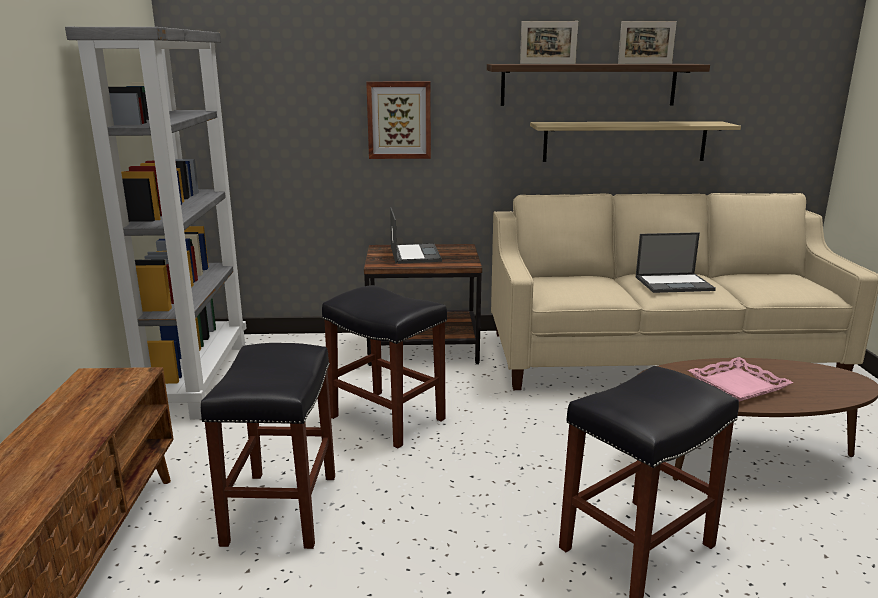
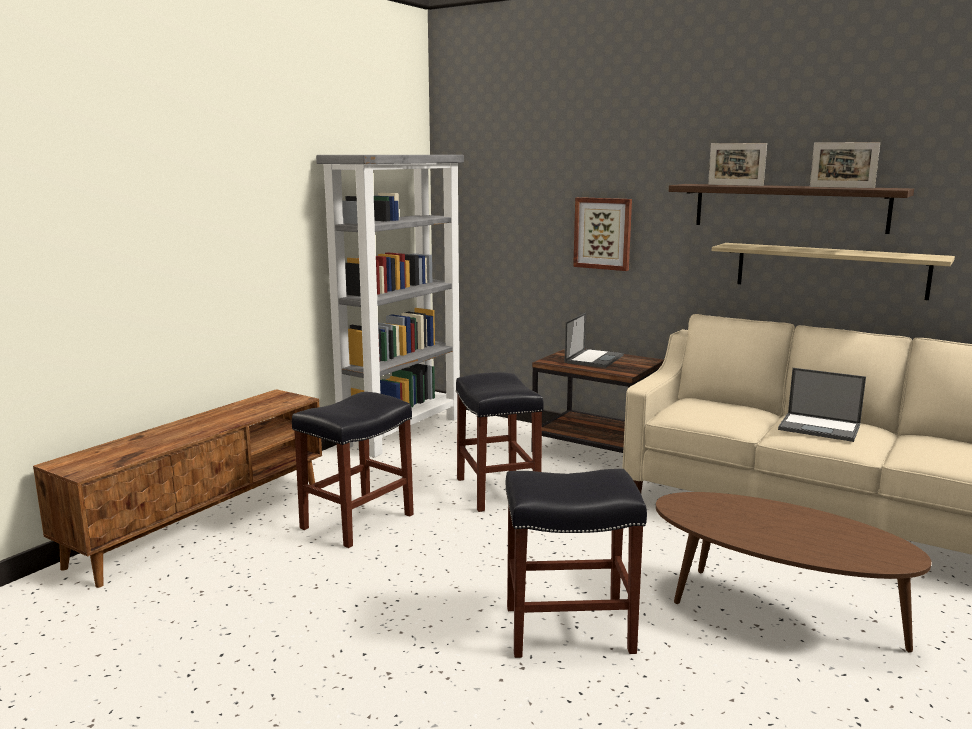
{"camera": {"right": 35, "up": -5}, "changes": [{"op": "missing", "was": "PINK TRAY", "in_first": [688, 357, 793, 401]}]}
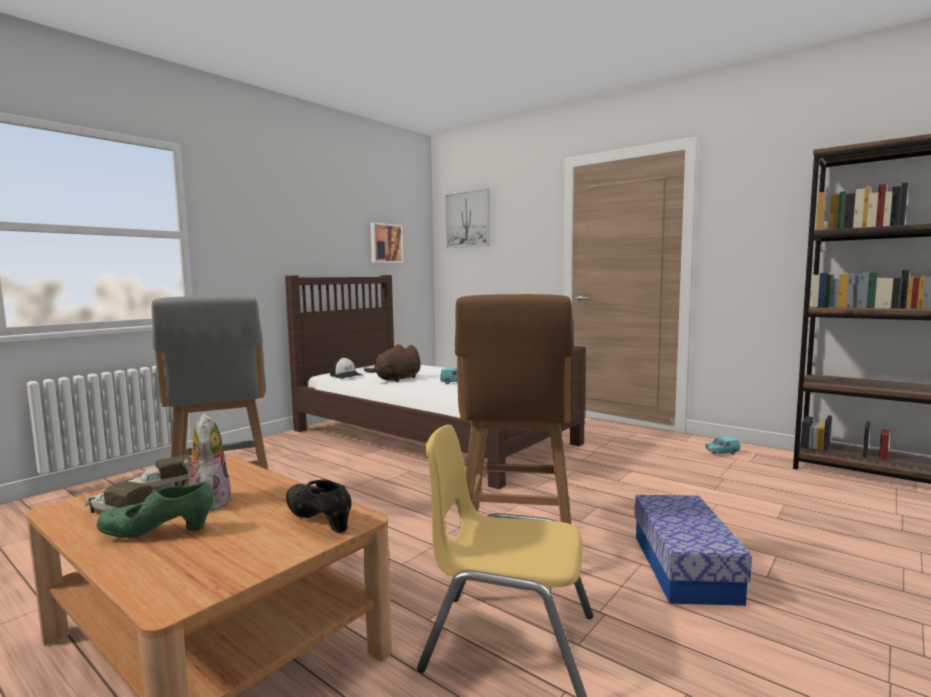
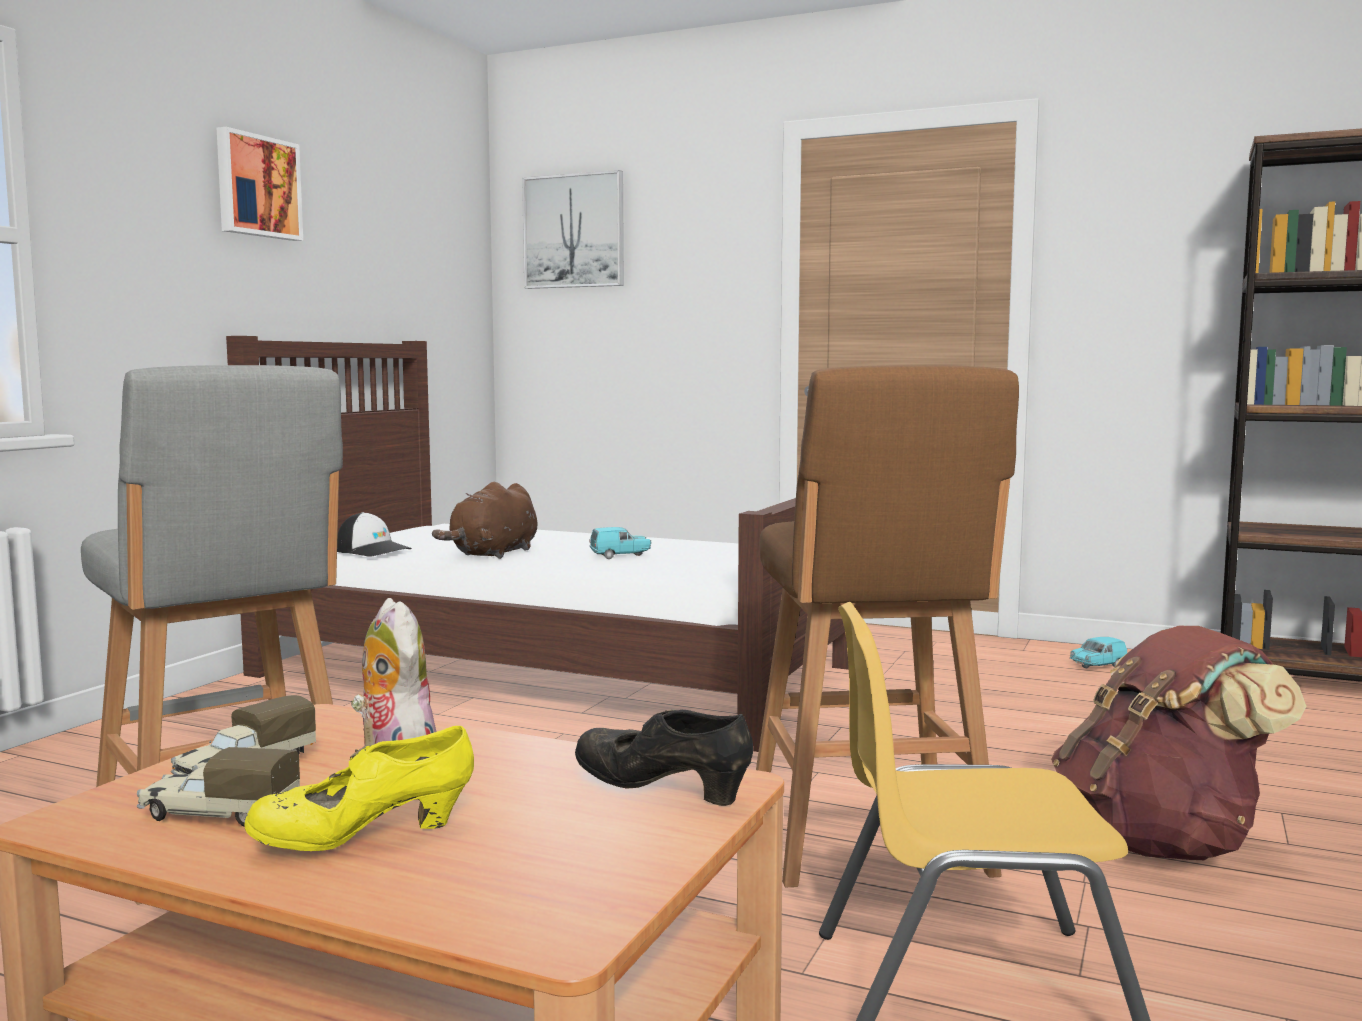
{"camera": {"right": -15, "up": 0}, "changes": [{"op": "relocated", "was": "PICTURE", "in_first": [370, 222, 403, 263], "in_second": [217, 127, 303, 241]}, {"op": "exchanged", "was": "STORAGE BOX", "now": "BROWN BACKPACK", "in_first": [634, 495, 752, 606], "in_second": [1051, 626, 1306, 860]}, {"op": "colour", "was": "GREEN SHOE", "now": "YELLOW SHOE", "in_first": [96, 481, 213, 538], "in_second": [244, 726, 474, 851]}]}
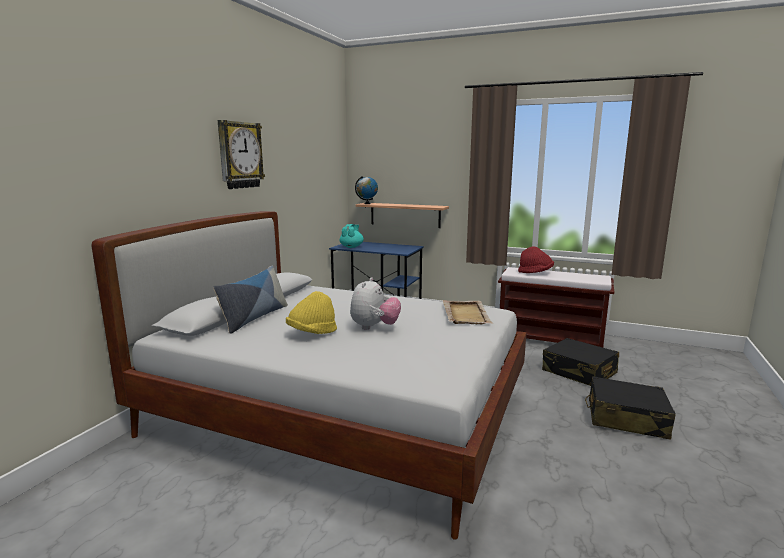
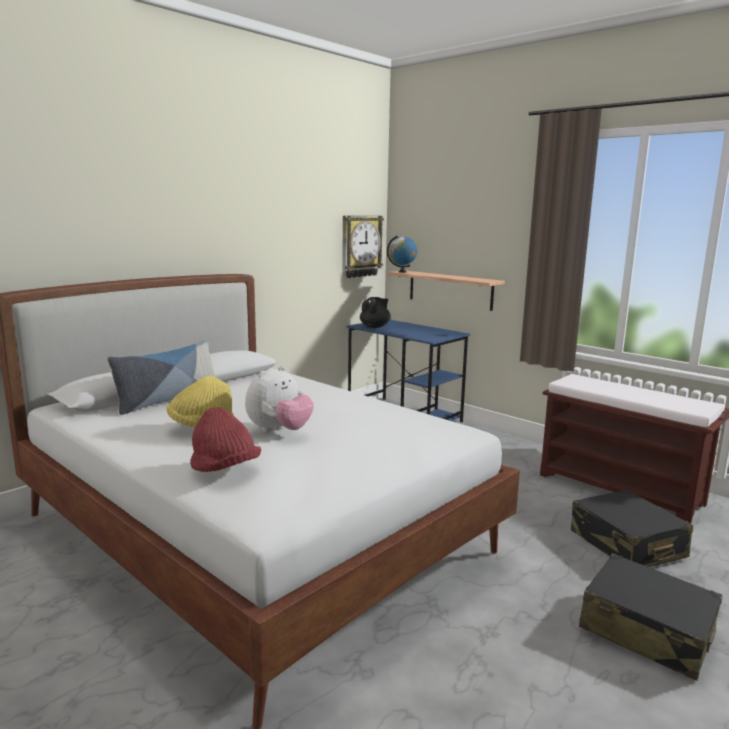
{"camera": {"right": 20, "up": 0}, "changes": [{"op": "missing", "was": "BEIGE TRAY", "in_first": [443, 300, 492, 324]}, {"op": "relocated", "was": "WALL CLOCK", "in_first": [218, 120, 265, 189], "in_second": [342, 216, 384, 278]}, {"op": "relocated", "was": "RED HAT", "in_first": [518, 246, 554, 273], "in_second": [190, 407, 261, 472]}, {"op": "colour", "was": "TURQUOISE TEAPOT", "now": "BLACK TEAPOT", "in_first": [340, 224, 364, 248], "in_second": [360, 297, 391, 328]}]}
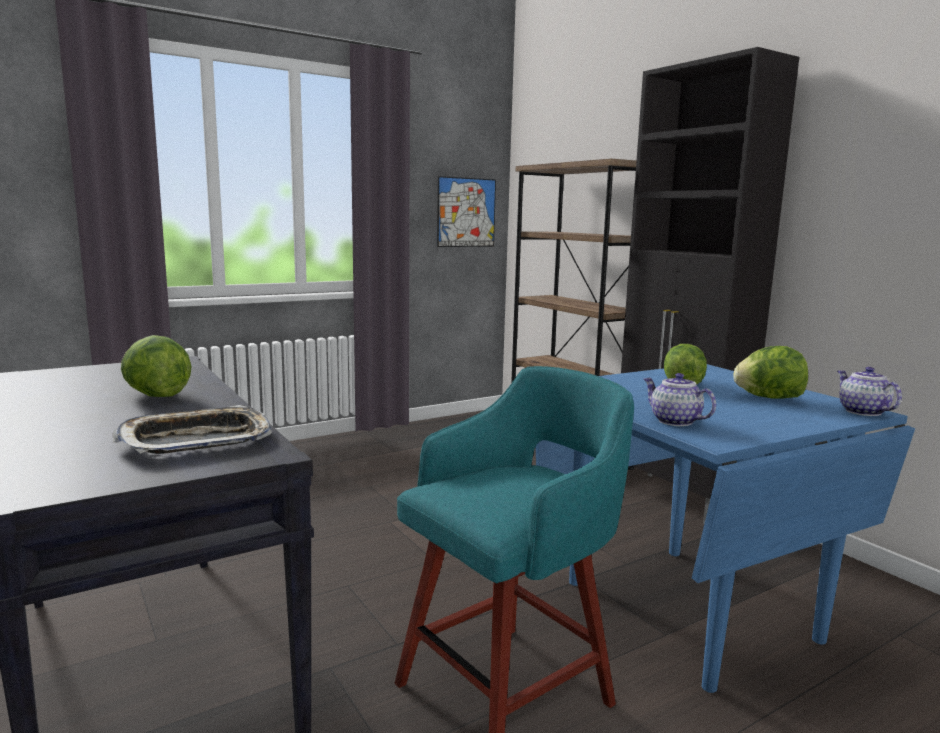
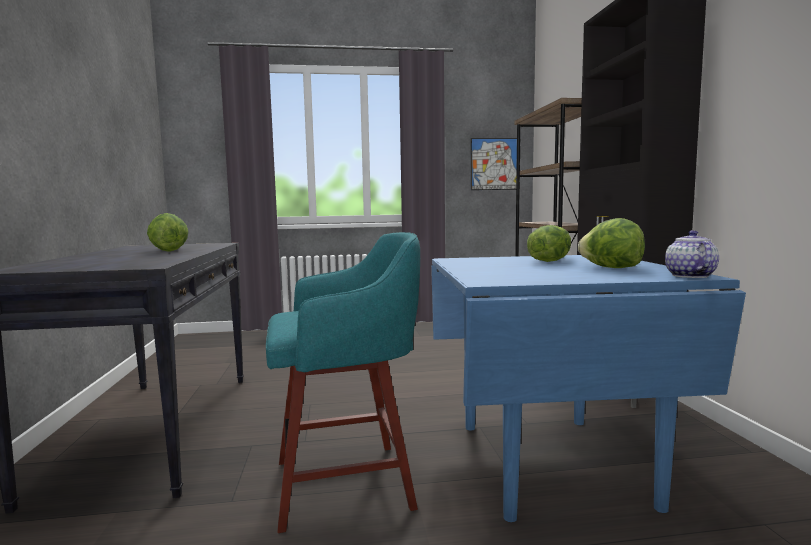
{"camera": {"right": 25, "up": -5}, "changes": [{"op": "missing", "was": "TRAY", "in_first": [113, 405, 272, 454]}, {"op": "missing", "was": "TEAPOT", "in_first": [643, 373, 716, 426]}]}
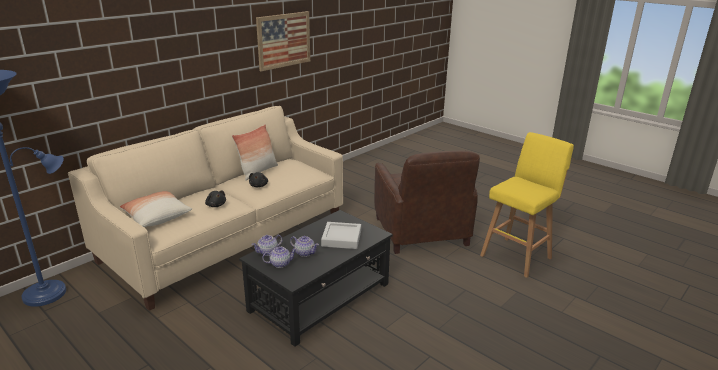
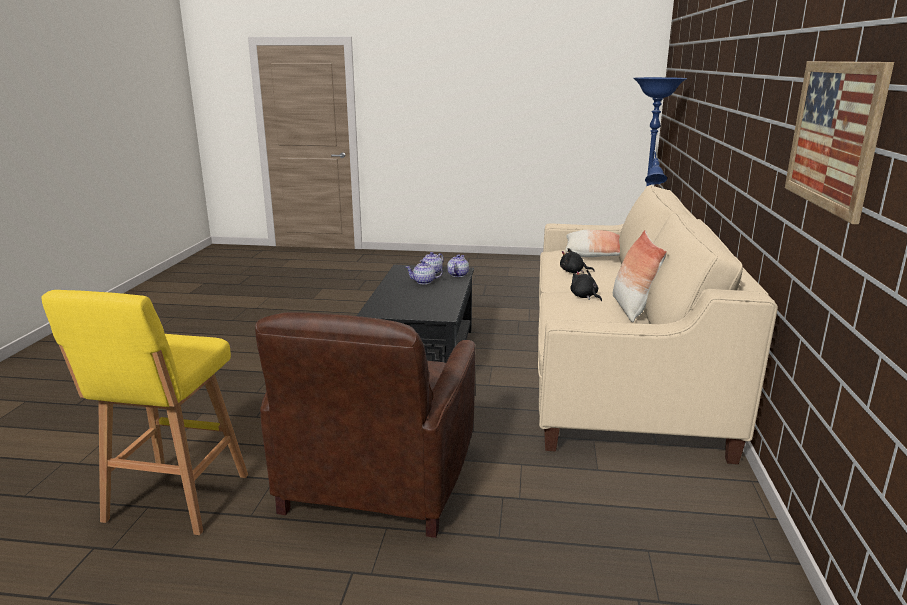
{"camera": {"right": 145, "up": -5}, "changes": [{"op": "missing", "was": "GREY TRAY", "in_first": [321, 222, 361, 249]}, {"op": "spun", "was": "BROWN ARMCHAIR", "in_first": [374, 151, 480, 254], "in_second": [255, 312, 475, 538], "clockwise": -120}]}
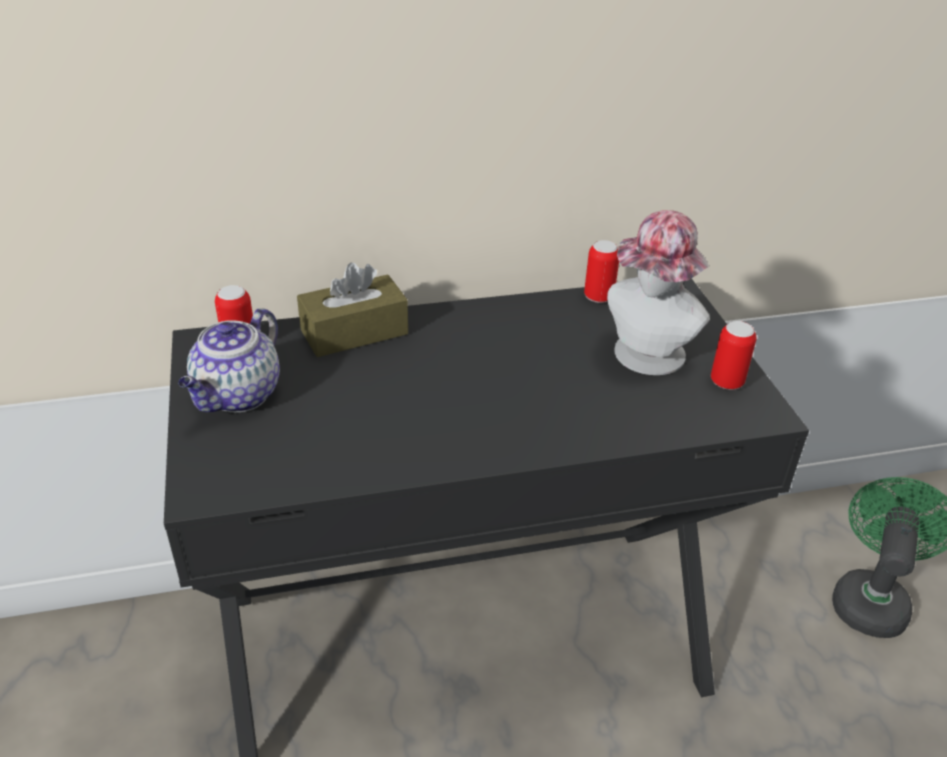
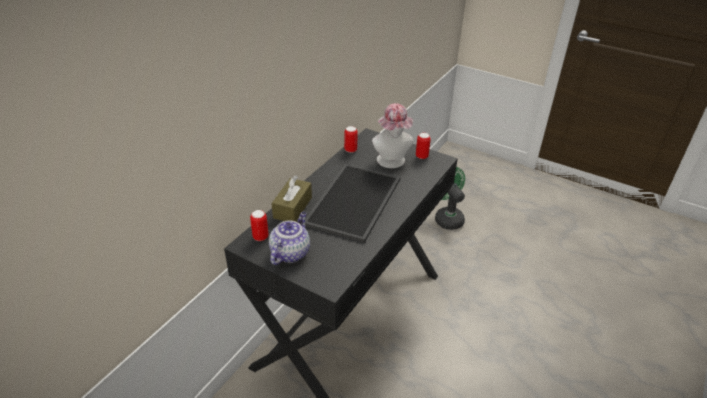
{"camera": {"right": -45, "up": 0}, "changes": [{"op": "appeared", "now": "TRAY", "in_second": [305, 164, 401, 243]}, {"op": "spun", "was": "TEAPOT", "in_first": [178, 308, 280, 412], "in_second": [269, 212, 310, 265], "clockwise": -135}]}
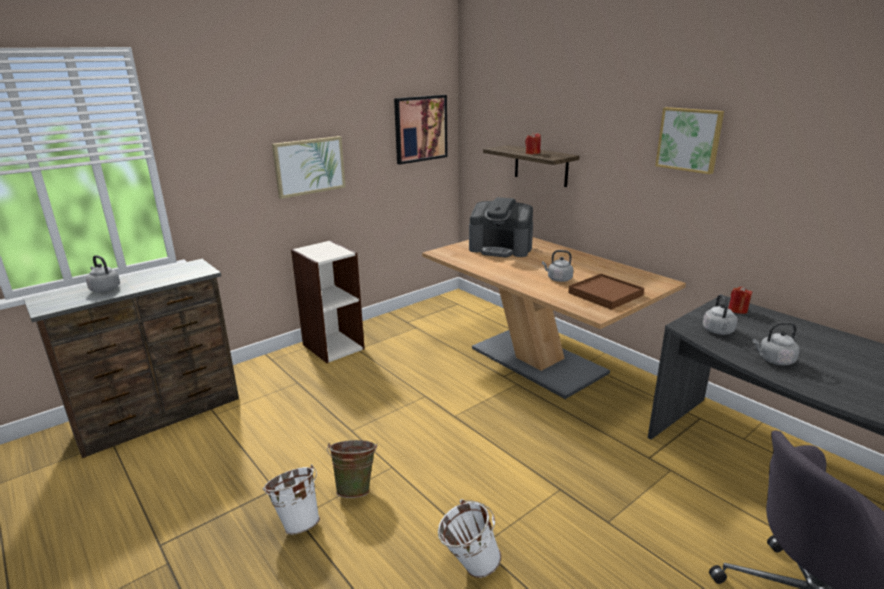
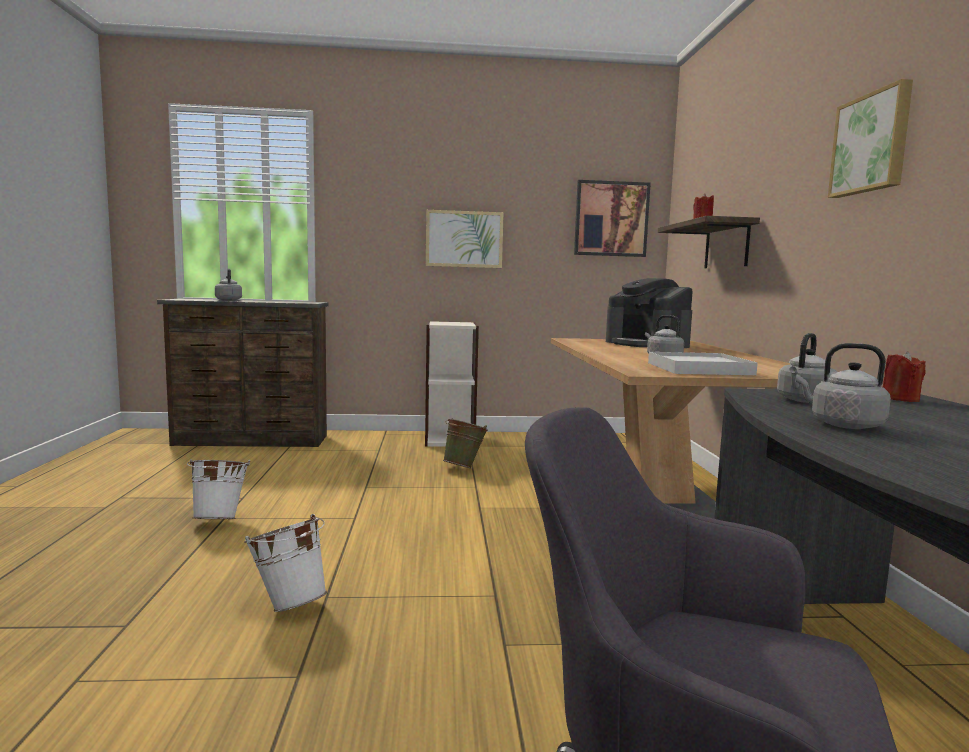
{"camera": {"right": 35, "up": -15}, "changes": [{"op": "relocated", "was": "GREEN BUCKET", "in_first": [327, 440, 377, 498], "in_second": [443, 419, 488, 468]}, {"op": "colour", "was": "BROWN TRAY", "now": "WHITE TRAY", "in_first": [568, 274, 644, 310], "in_second": [648, 352, 758, 375]}]}
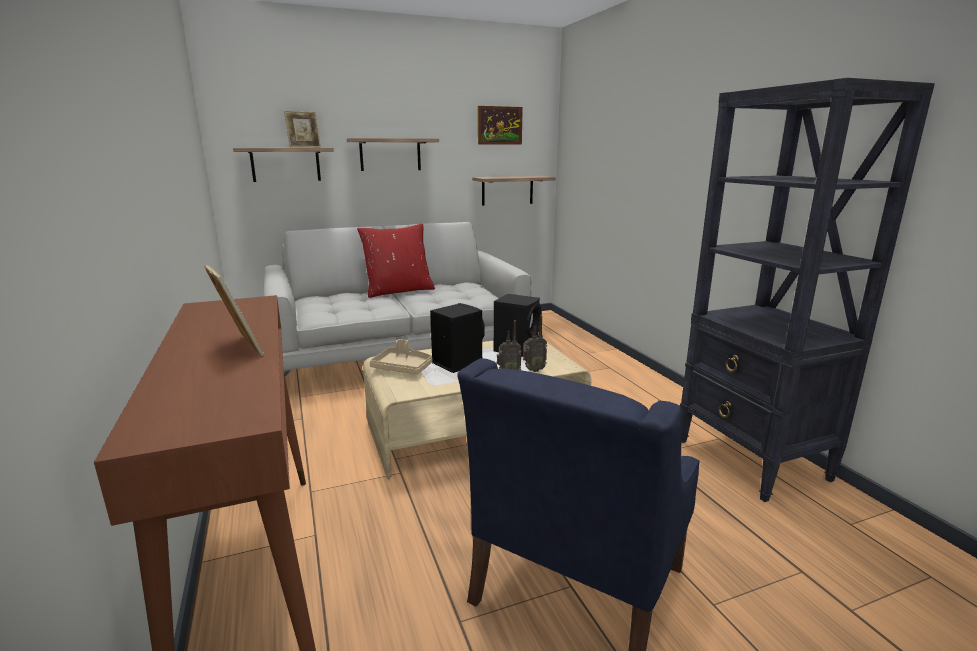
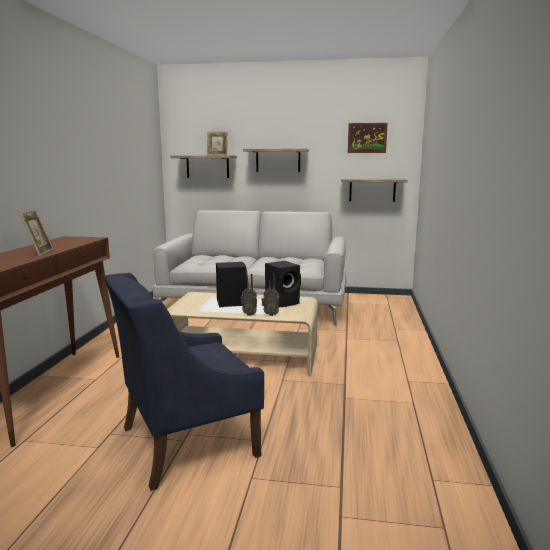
{"camera": {"right": 30, "up": -5}, "changes": [{"op": "missing", "was": "RED PILLOW", "in_first": [357, 224, 435, 298]}, {"op": "missing", "was": "BEIGE TRAY", "in_first": [369, 339, 433, 374]}, {"op": "missing", "was": "BLACK BOOKCASE", "in_first": [680, 78, 935, 502]}]}
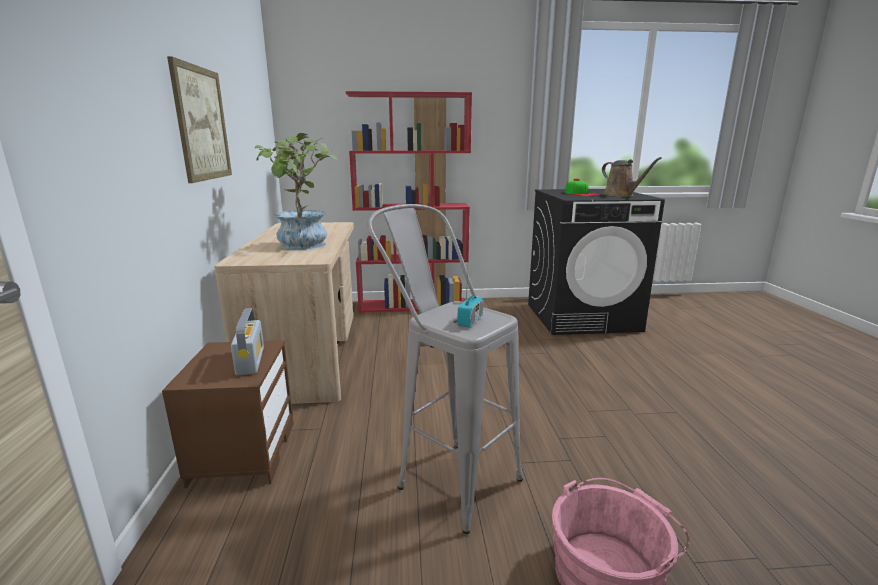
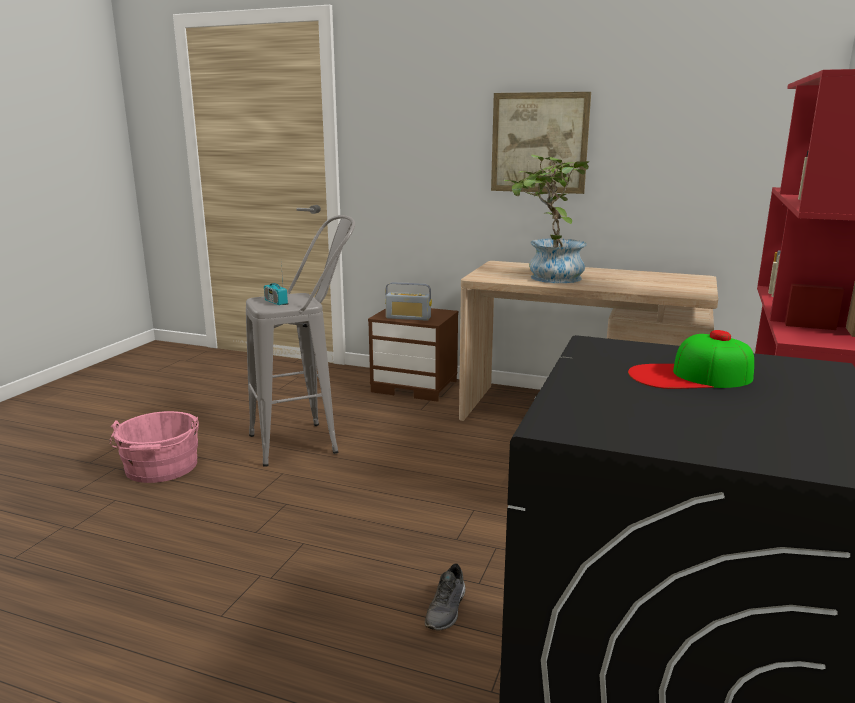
{"camera": {"right": 115, "up": 0}, "changes": [{"op": "missing", "was": "BROWN WATERING CAN", "in_first": [602, 157, 662, 197]}, {"op": "appeared", "now": "GREY SHOE", "in_second": [425, 563, 466, 630]}]}
